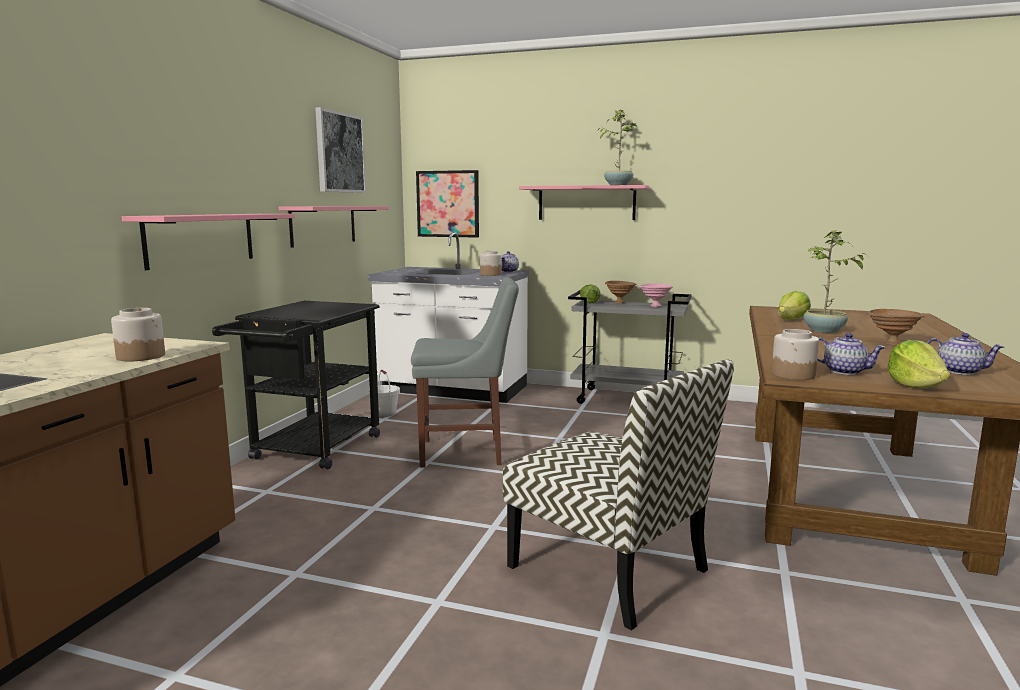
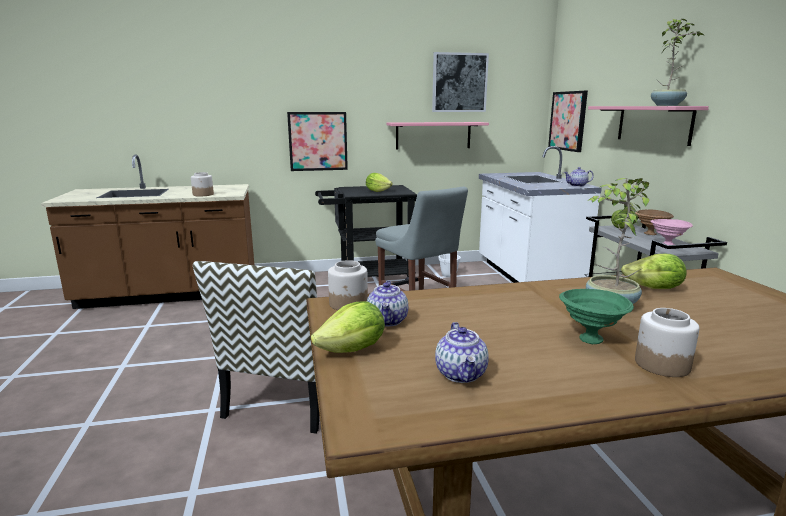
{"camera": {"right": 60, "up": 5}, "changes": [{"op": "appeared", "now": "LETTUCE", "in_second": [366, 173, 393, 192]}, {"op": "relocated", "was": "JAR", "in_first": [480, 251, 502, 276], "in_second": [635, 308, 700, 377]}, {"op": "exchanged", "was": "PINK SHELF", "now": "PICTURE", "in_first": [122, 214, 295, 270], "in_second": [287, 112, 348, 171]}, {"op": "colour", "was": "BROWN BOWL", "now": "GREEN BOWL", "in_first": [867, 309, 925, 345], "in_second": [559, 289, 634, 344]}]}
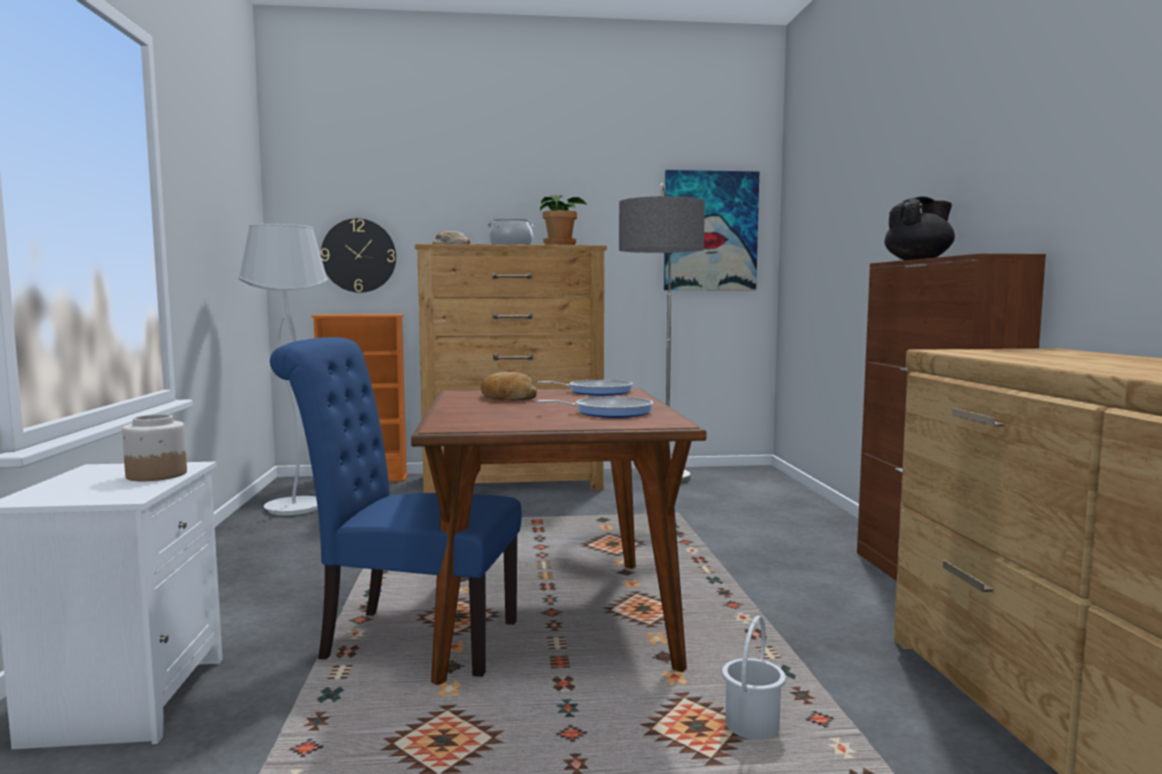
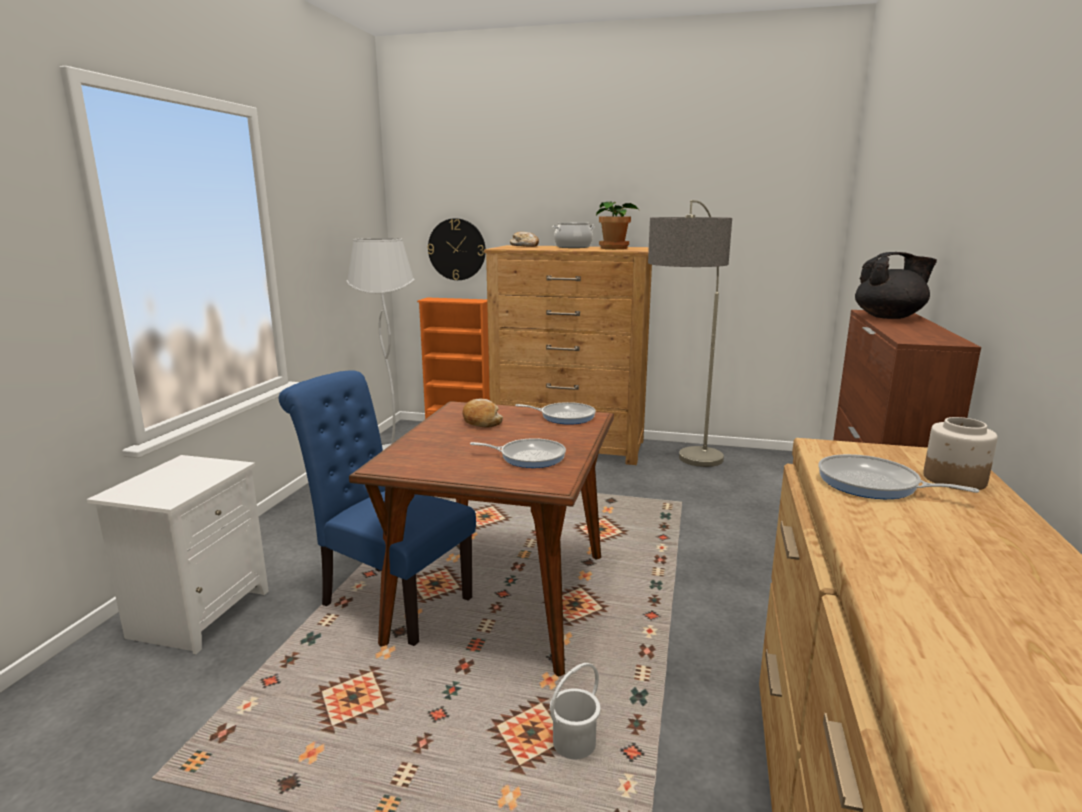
{"camera": {"right": 20, "up": 10}, "changes": [{"op": "missing", "was": "PICTURE", "in_first": [664, 170, 759, 290]}, {"op": "appeared", "now": "FRYING PAN", "in_second": [818, 454, 980, 499]}, {"op": "relocated", "was": "JAR", "in_first": [122, 414, 187, 481], "in_second": [923, 417, 998, 490]}]}
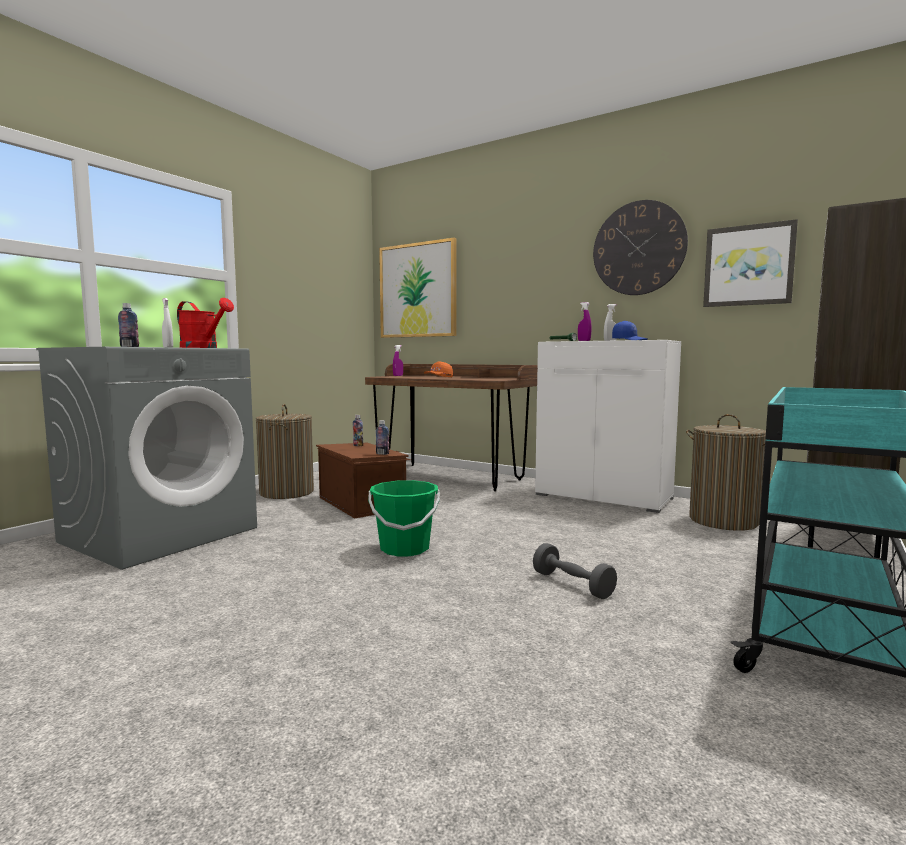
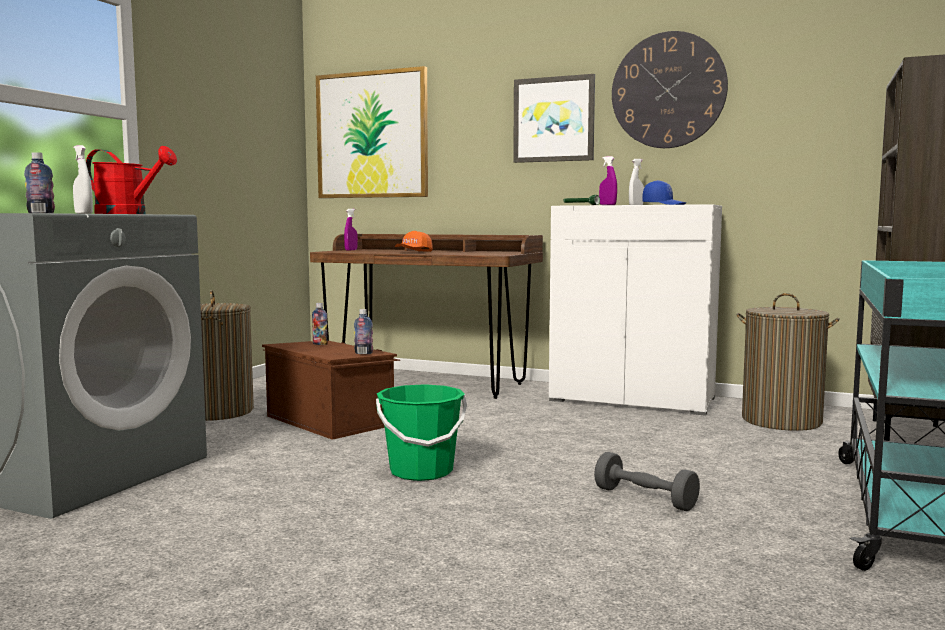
{"camera": {"right": -10, "up": 0}, "changes": [{"op": "relocated", "was": "PICTURE", "in_first": [703, 219, 798, 307], "in_second": [513, 74, 595, 163]}]}
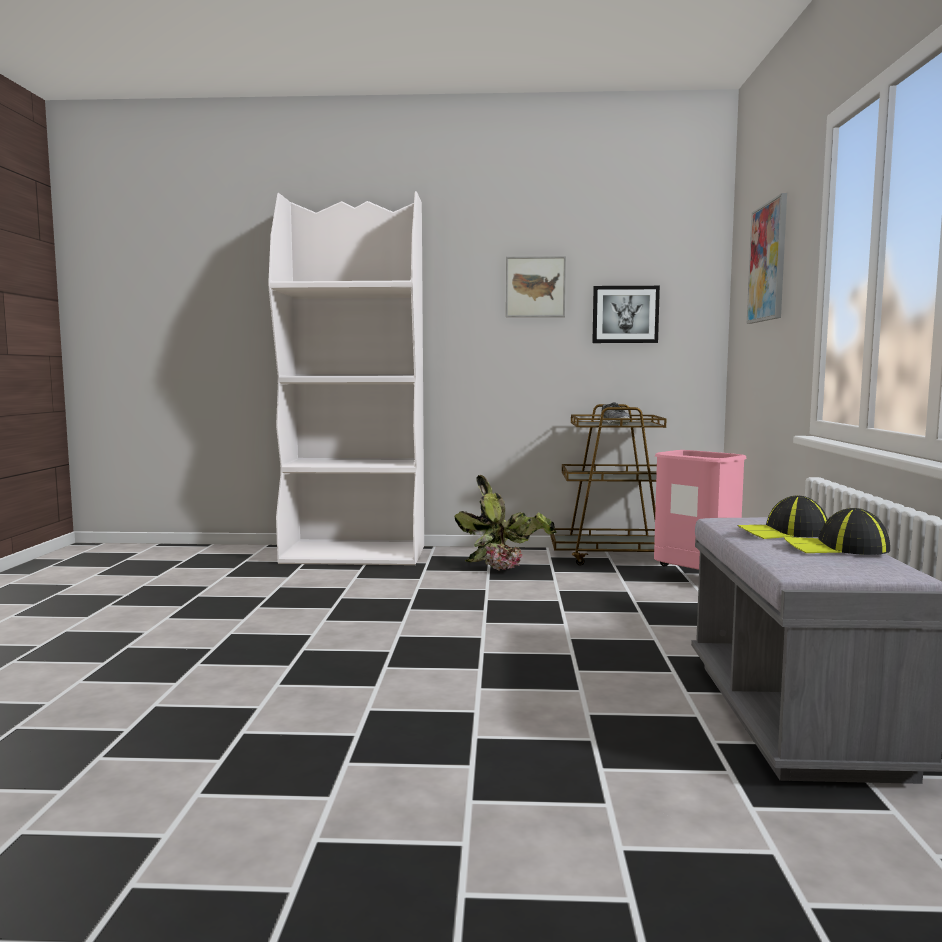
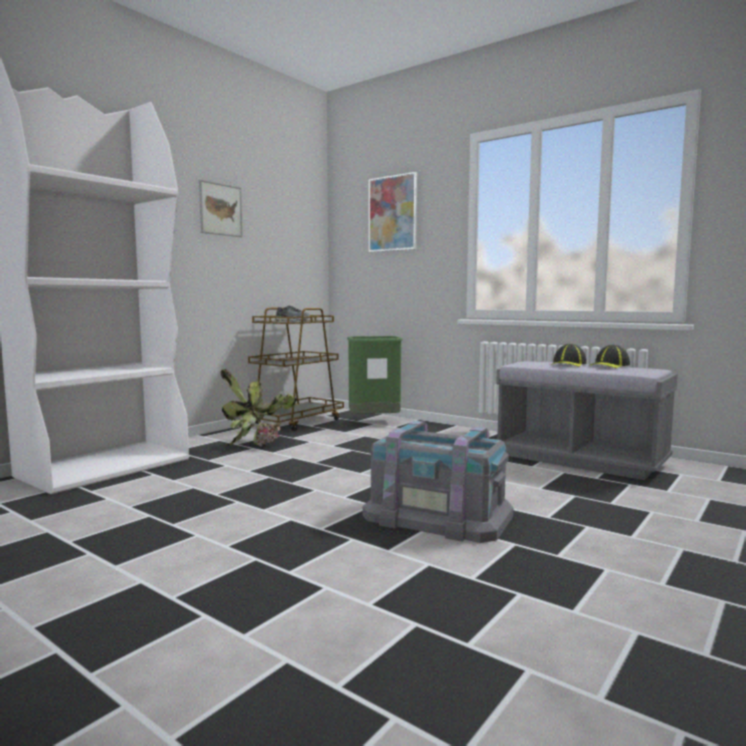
{"camera": {"right": -55, "up": 0}, "changes": [{"op": "missing", "was": "PICTURE", "in_first": [592, 286, 660, 343]}, {"op": "appeared", "now": "GREY STORAGE BOX", "in_second": [362, 421, 513, 543]}, {"op": "colour", "was": "PINK TRASH CAN", "now": "GREEN TRASH CAN", "in_first": [654, 450, 747, 570], "in_second": [347, 336, 403, 414]}]}
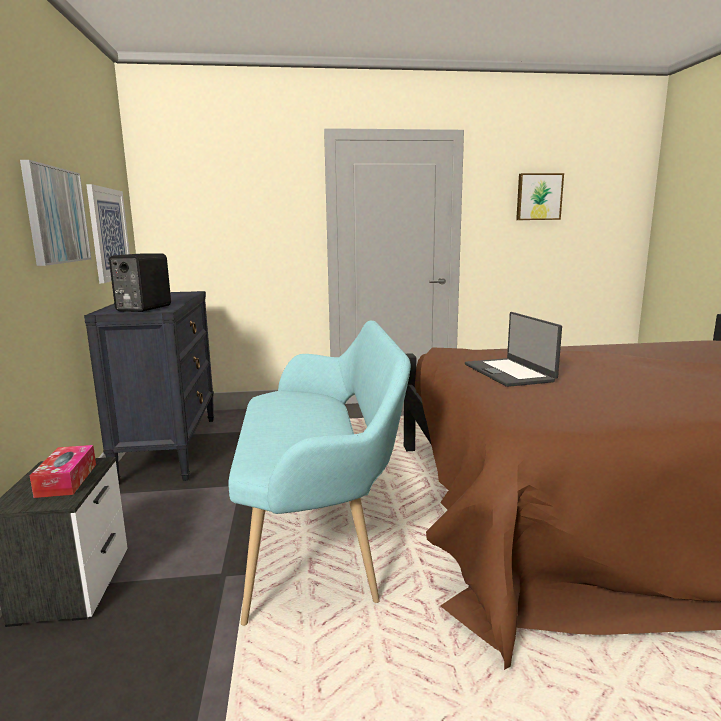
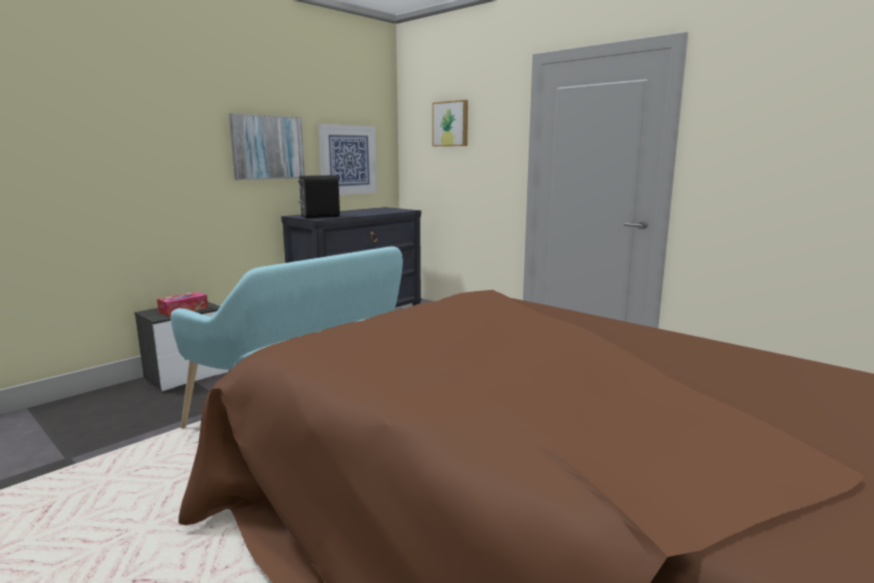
{"camera": {"right": 50, "up": 0}, "changes": [{"op": "missing", "was": "LAPTOP", "in_first": [465, 312, 562, 387]}, {"op": "relocated", "was": "PICTURE", "in_first": [516, 173, 564, 220], "in_second": [432, 100, 468, 146]}]}
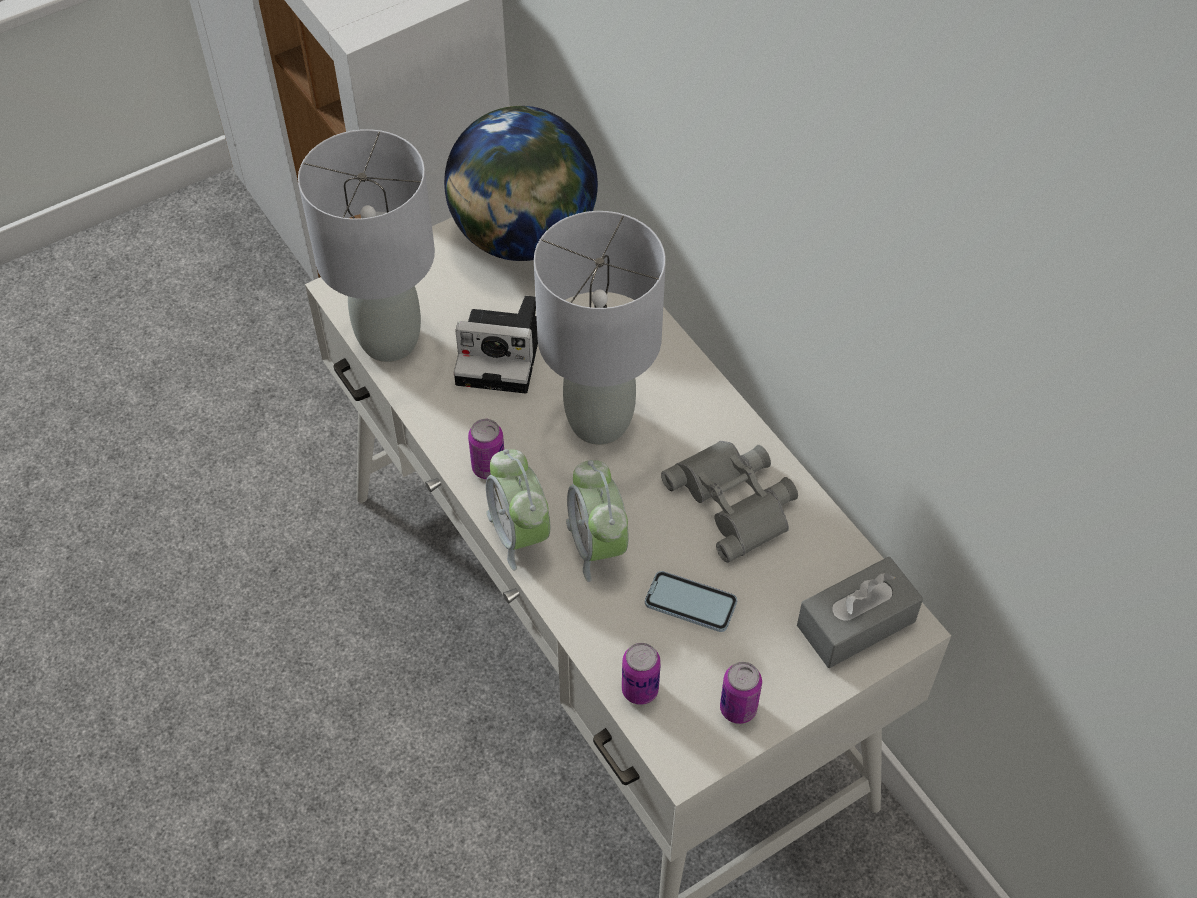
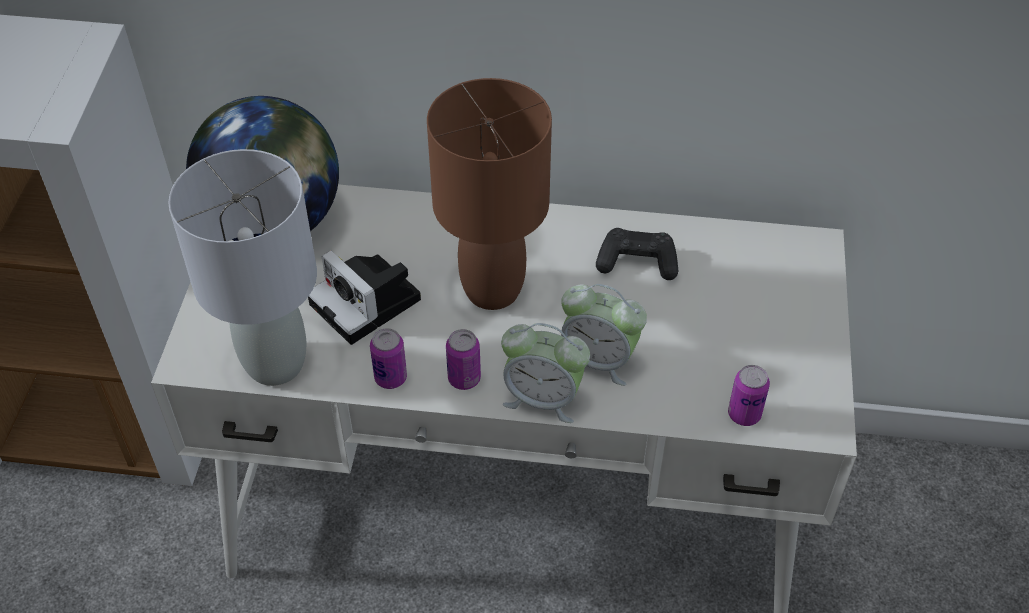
{"camera": {"right": -50, "up": -5}, "changes": [{"op": "missing", "was": "PHONE", "in_first": [645, 571, 737, 632]}, {"op": "missing", "was": "GREY TISSUE BOX", "in_first": [797, 557, 923, 668]}, {"op": "relocated", "was": "CAN", "in_first": [720, 662, 762, 724], "in_second": [370, 328, 407, 389]}, {"op": "exchanged", "was": "GREY BINOCULARS", "now": "BLACK GAME CONTROLLER", "in_first": [661, 441, 798, 563], "in_second": [596, 228, 678, 280]}, {"op": "colour", "was": "GREY TABLE LAMP", "now": "BROWN TABLE LAMP", "in_first": [534, 211, 666, 445], "in_second": [427, 78, 552, 310]}, {"op": "spun", "was": "PHOTO CAMERA", "in_first": [454, 296, 538, 394], "in_second": [308, 250, 421, 345], "clockwise": 90}]}
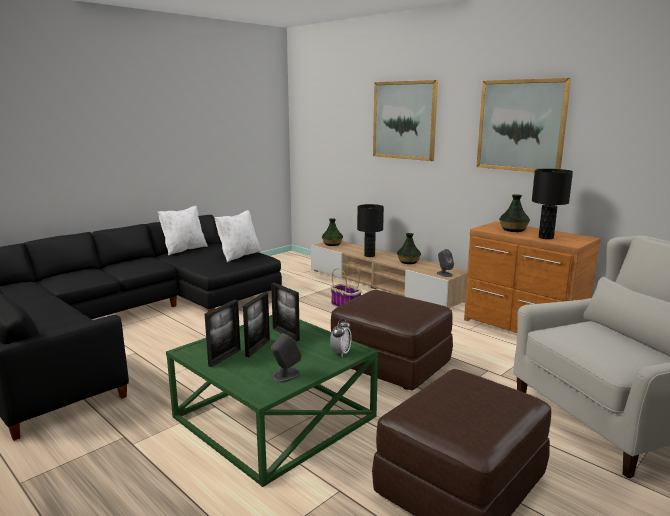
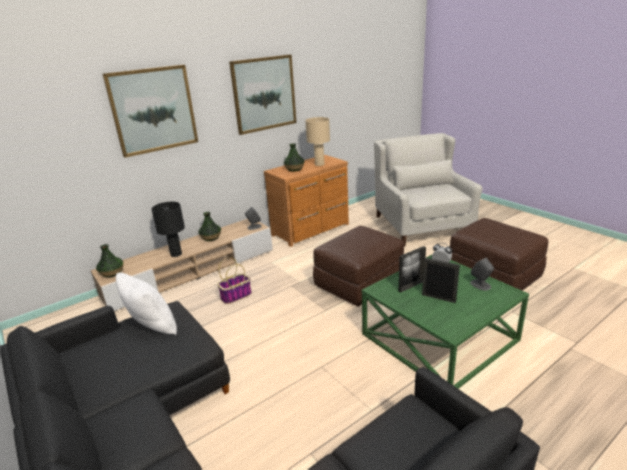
{"camera": {"right": -80, "up": 10}, "changes": [{"op": "missing", "was": "WHITE PILLOW", "in_first": [158, 206, 208, 255]}, {"op": "missing", "was": "PICTURE FRAME", "in_first": [205, 300, 241, 367]}, {"op": "colour", "was": "BLACK TABLE LAMP", "now": "BEIGE TABLE LAMP", "in_first": [532, 169, 573, 239], "in_second": [305, 117, 330, 166]}]}
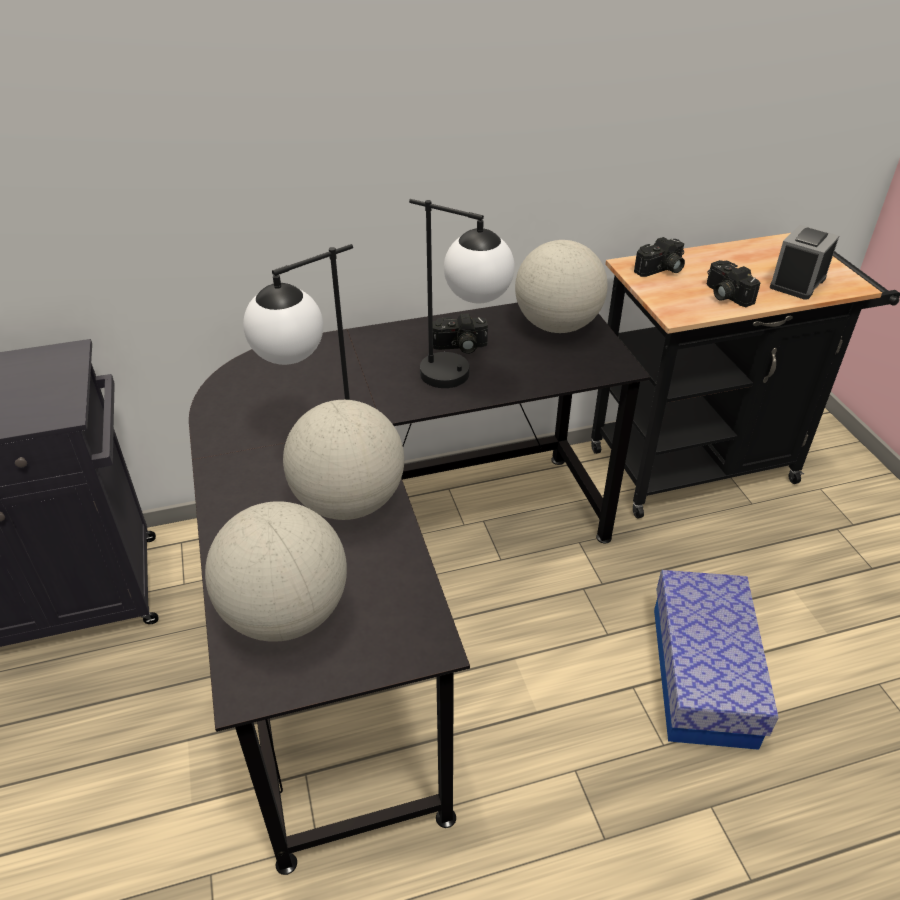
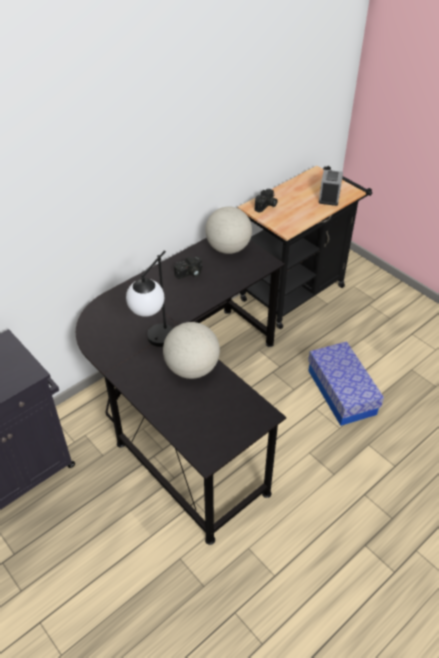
{"camera": {"right": -25, "up": 5}, "changes": [{"op": "missing", "was": "GLOBE", "in_first": [205, 501, 347, 642]}, {"op": "missing", "was": "TABLE LAMP", "in_first": [409, 199, 515, 388]}, {"op": "missing", "was": "PHOTO CAMERA", "in_first": [707, 260, 760, 307]}]}
